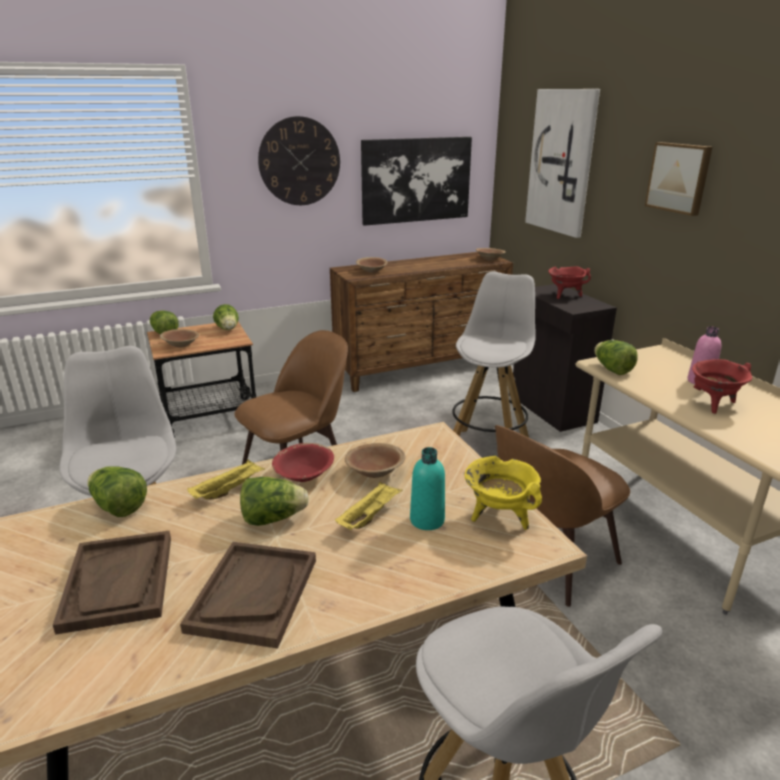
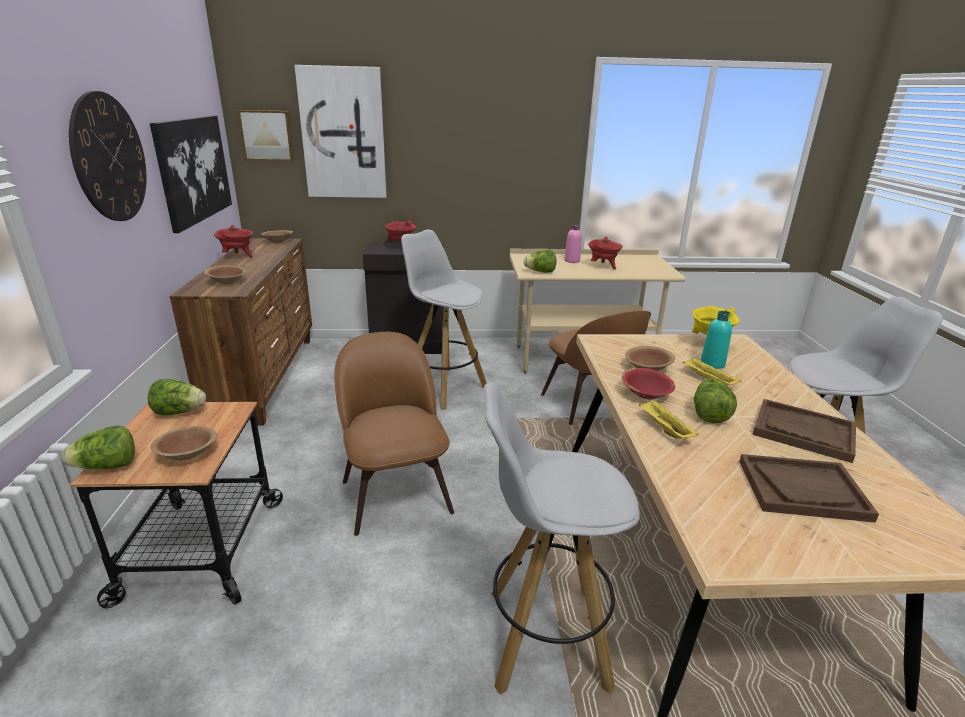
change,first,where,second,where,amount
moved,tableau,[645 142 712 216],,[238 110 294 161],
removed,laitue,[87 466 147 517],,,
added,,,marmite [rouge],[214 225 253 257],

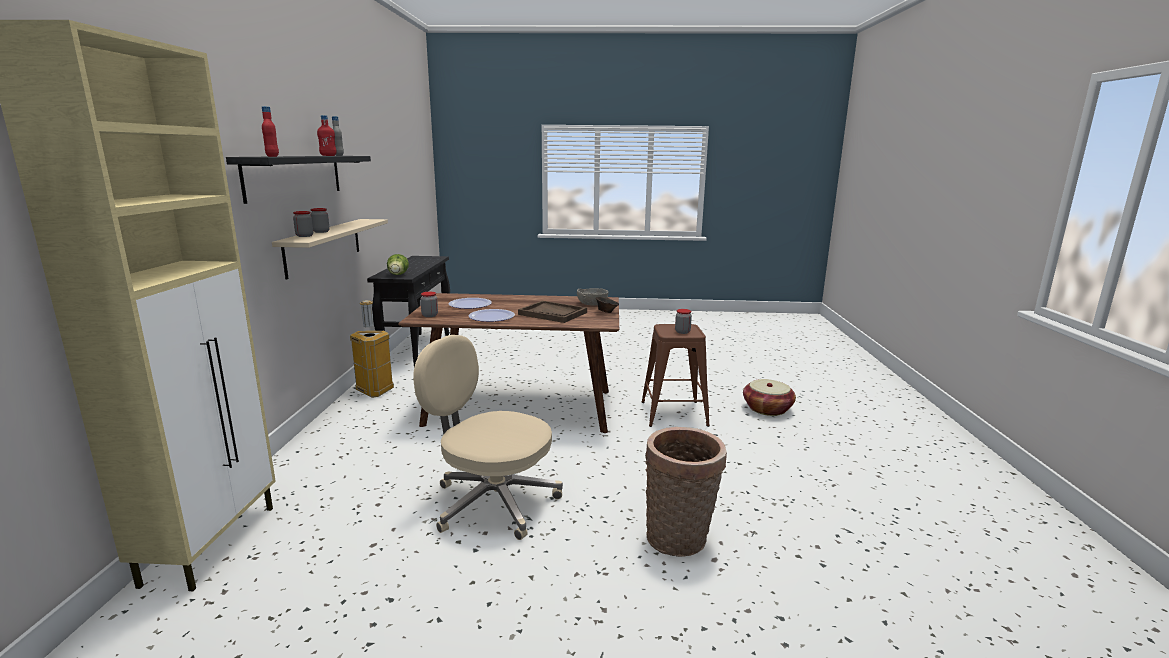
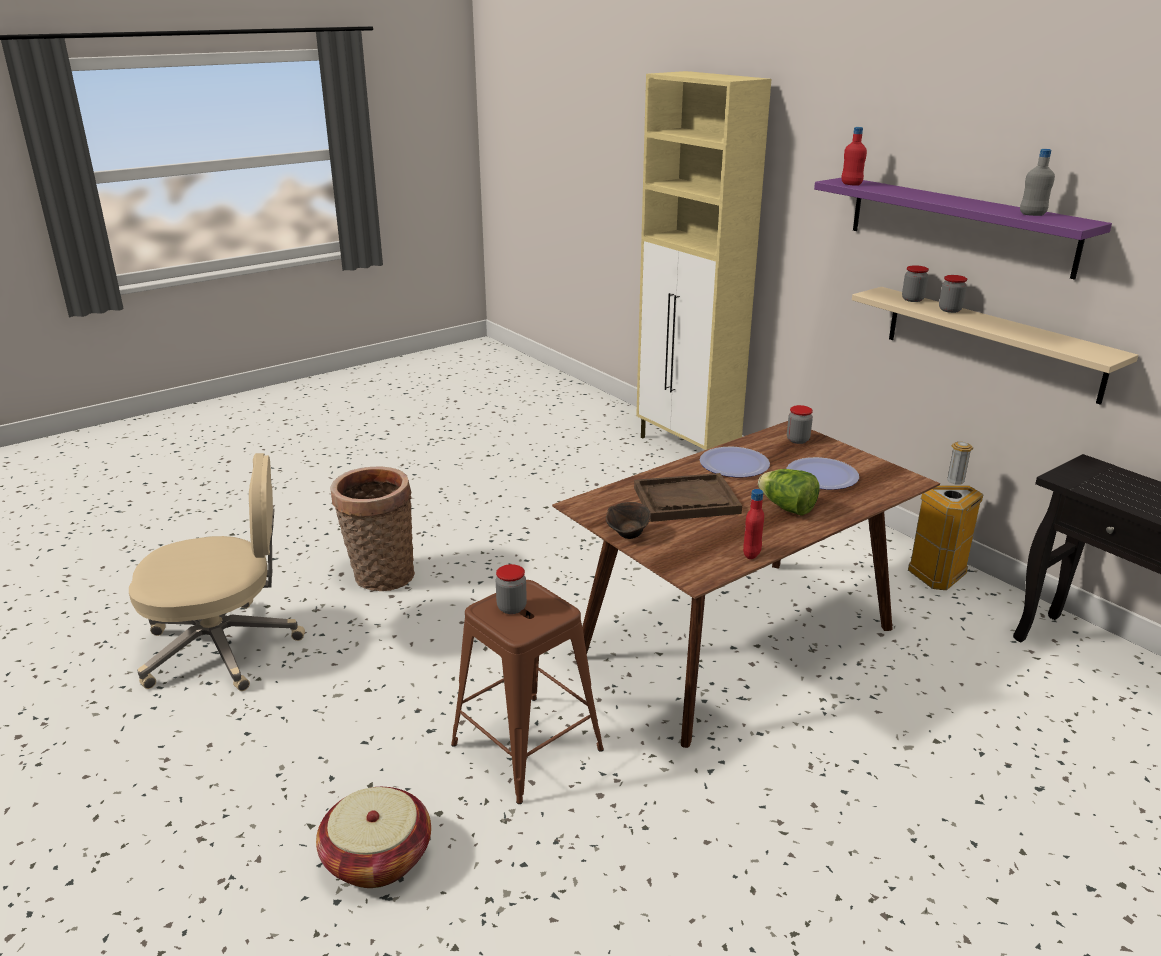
change,first,where,second,where,amount
moved,bouteille [rouge],[317 115 337 156],,[743 489 764 559],
recoloured,étagère [noir],[226 156 371 204],étagère [violet],[814 177 1112 280],
moved,laitue,[387 254 409 275],,[758 469 820 516],
removed,bol [gris],[577 288 608 305],,,
moved,chaise de bureau [beige],[413 335 563 540],,[129 453 305 691],

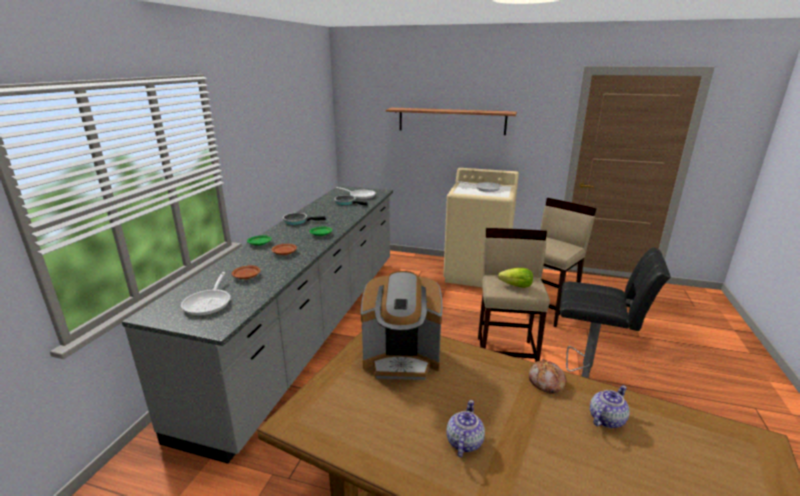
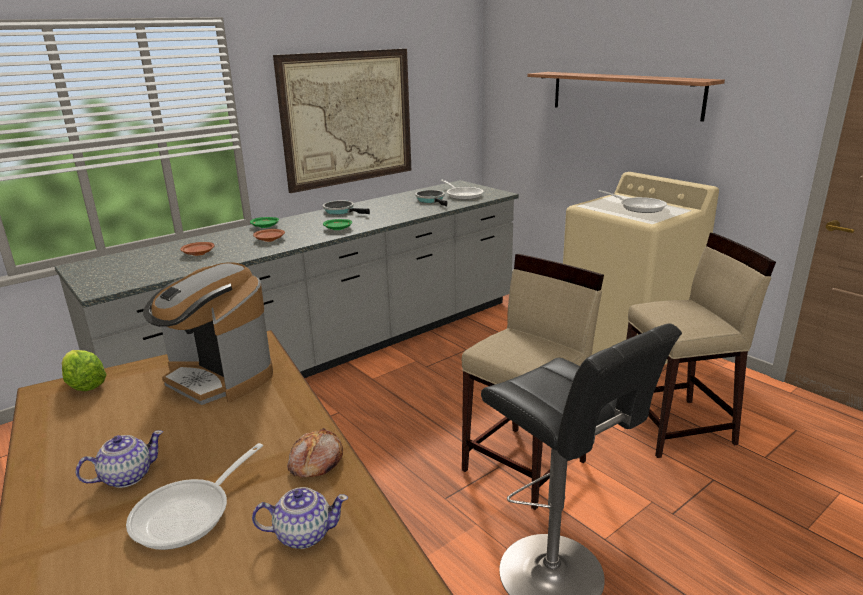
change,first,where,second,where,amount
moved,laitue,[498 268 533 288],,[62 350 107 391],
moved,poêle,[181 272 230 316],,[126 443 263 550],
added,,,tableau,[273 49 411 193],

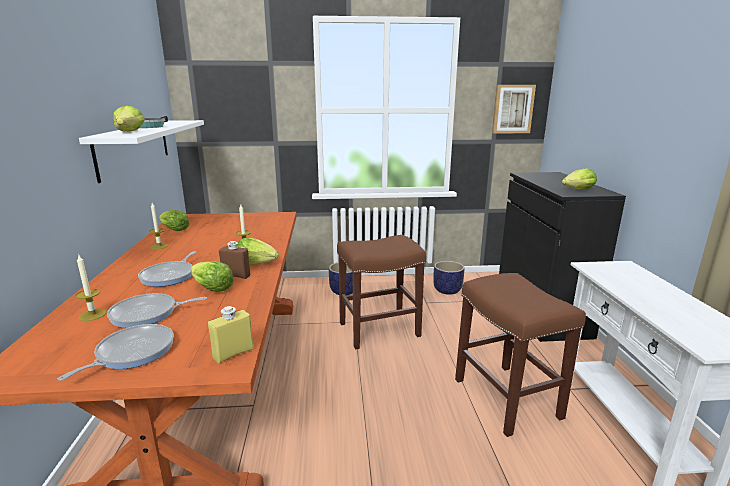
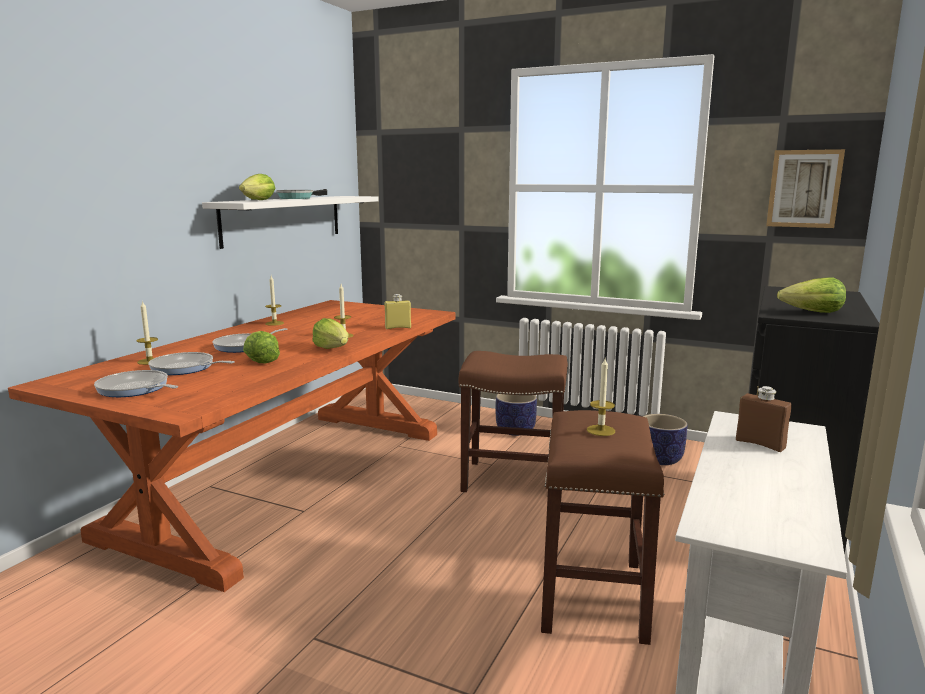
change,first,where,second,where,amount
removed,laitue,[159 210 190 231],,,
moved,bouteille [marron],[219 241 250 279],,[736 386 792 452],
moved,bouteille [jaune],[208 306 254 364],,[384 294 411 329],
turned,poêle,[58 324 174 381],,[94 370 178 397],120 degrees counterclockwise
added,,,bougie,[587 358 615 436],

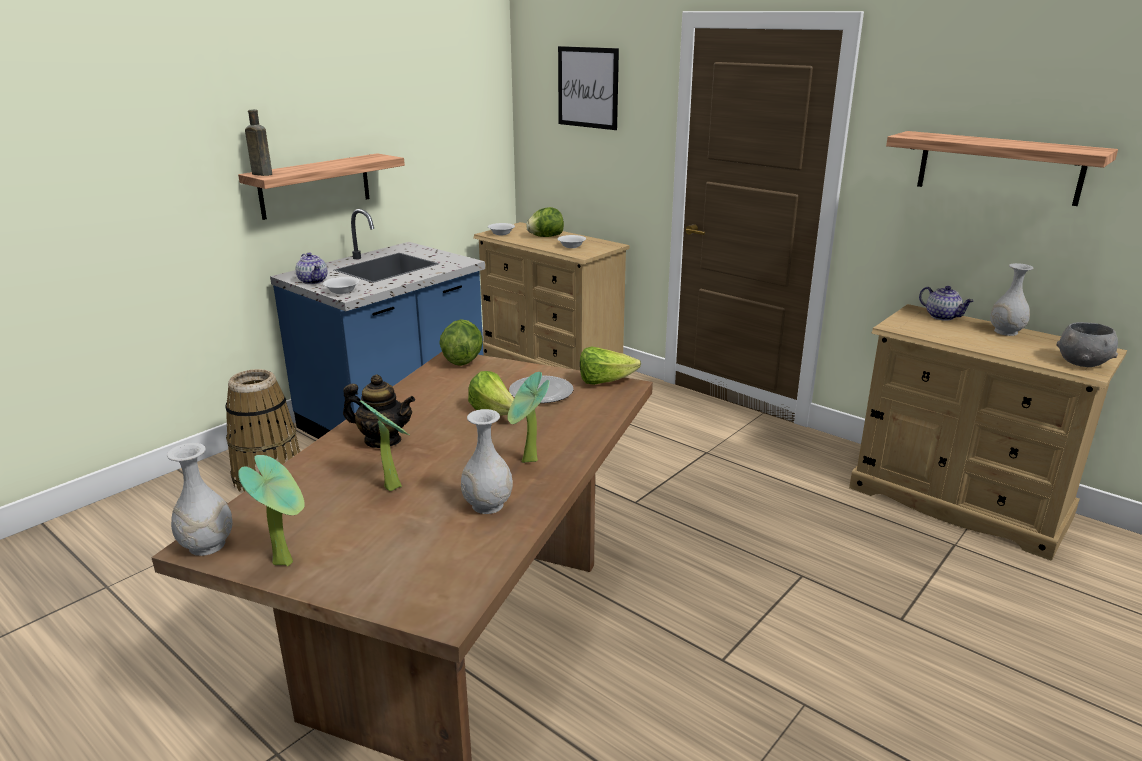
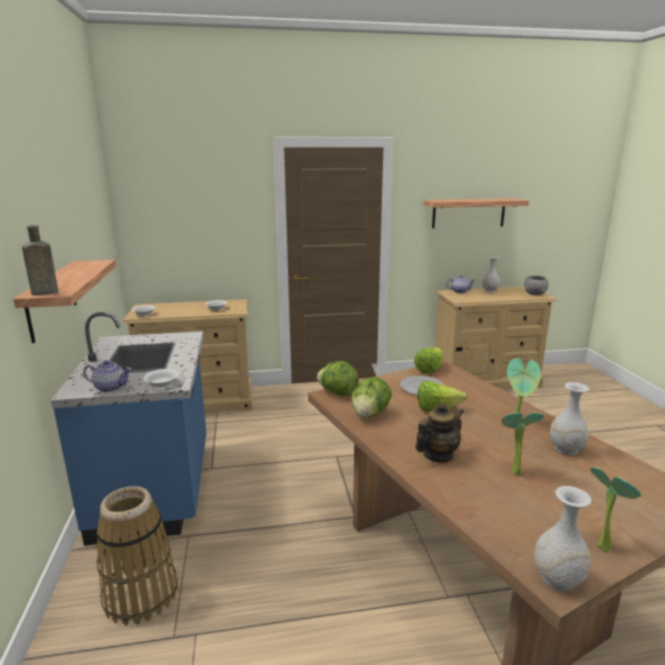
change,first,where,second,where,amount
removed,tableau,[558 46 619 130],,,
moved,laitue,[526 207 564 237],,[351 377 392 418],

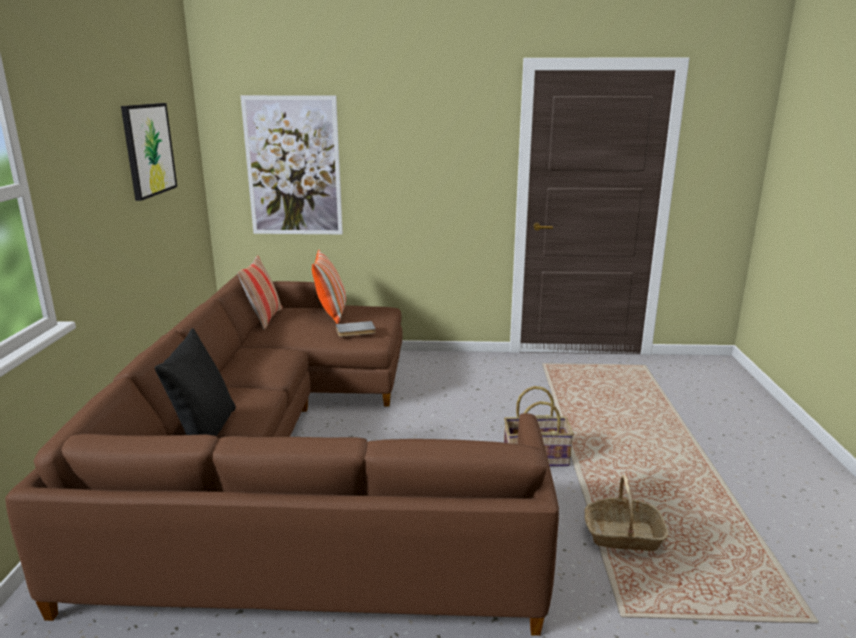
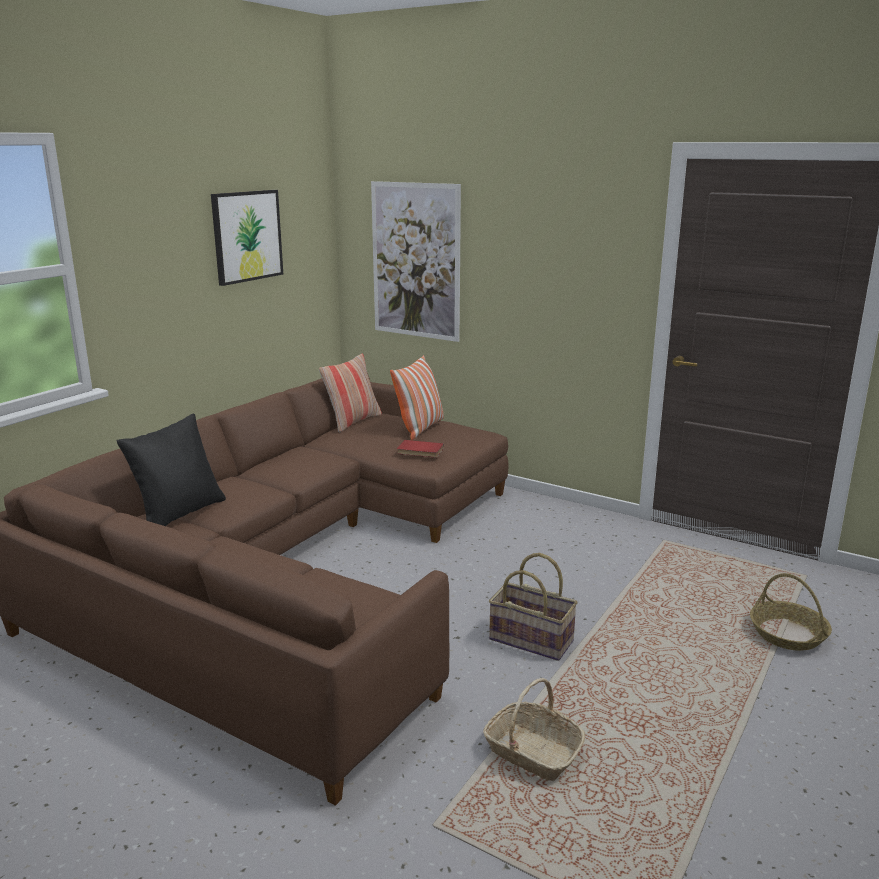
change,first,where,second,where,amount
recoloured,livre [gris],[336 321 376 337],livre [rouge],[397 440 444 457],
added,,,panier,[750 573 832 651],

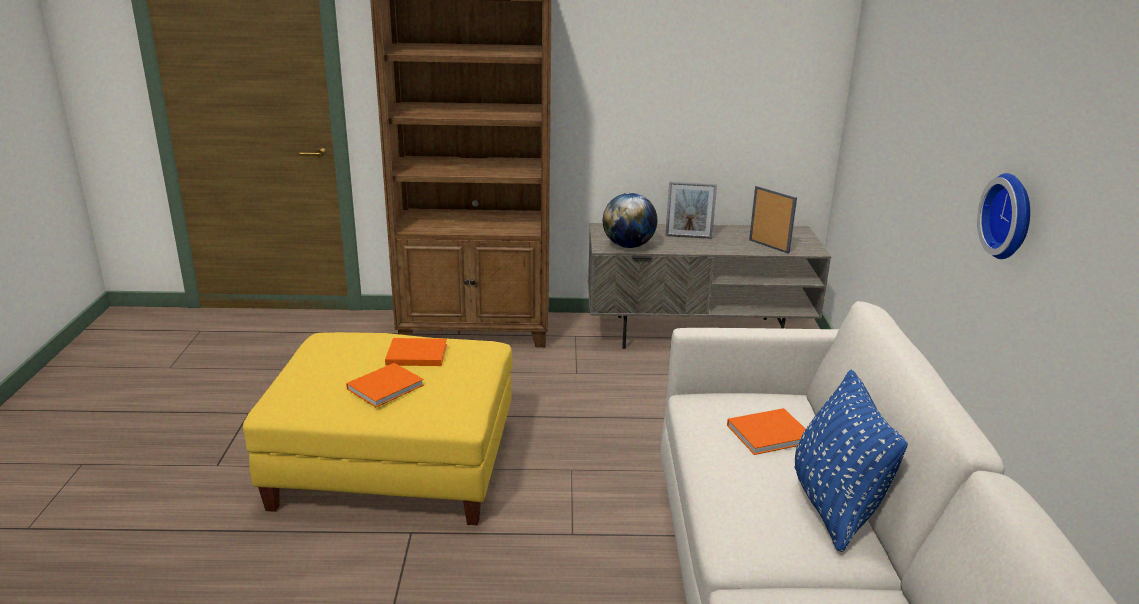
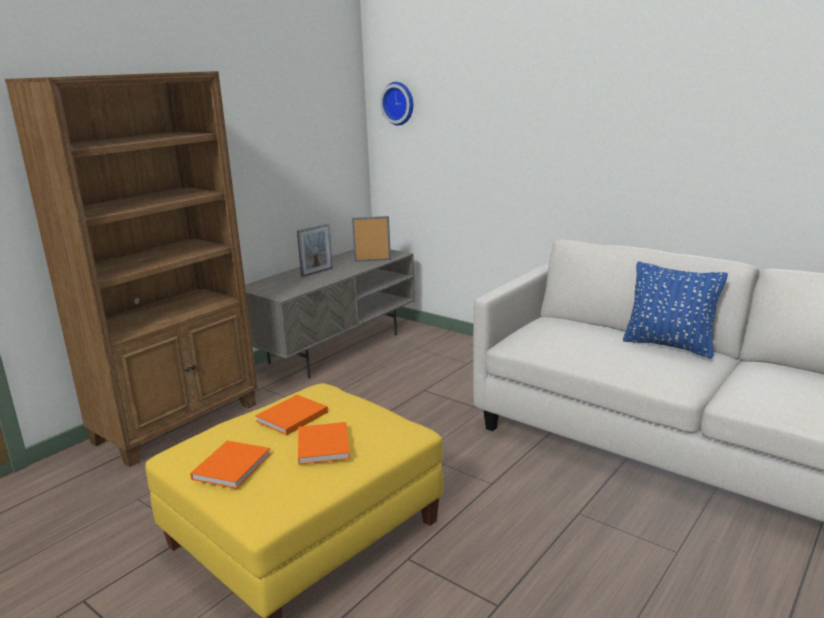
change,first,where,second,where,amount
moved,horloge murale,[977 173 1030 259],,[380 82 413 125],
removed,globe,[603 193 657 248],,,
moved,livre [orange],[727 408 806 455],,[190 441 271 489],

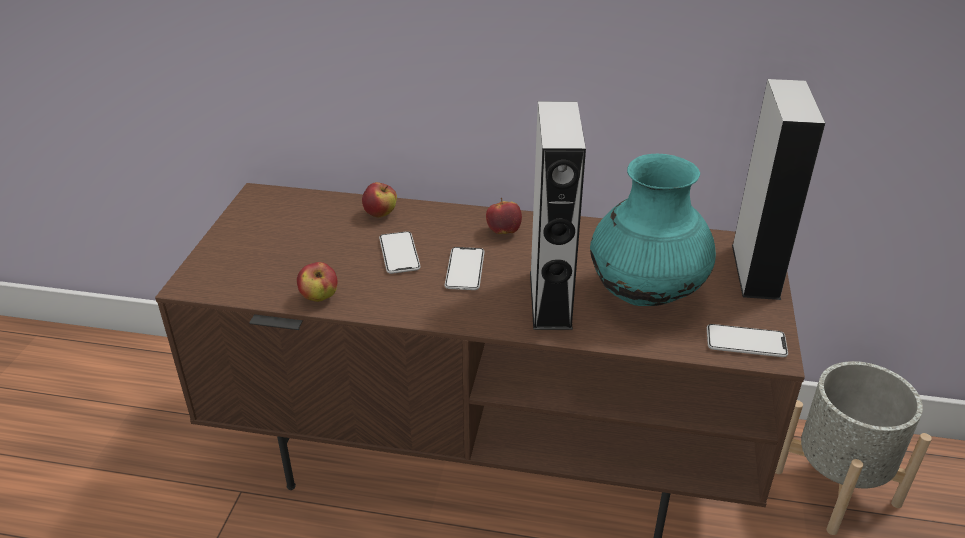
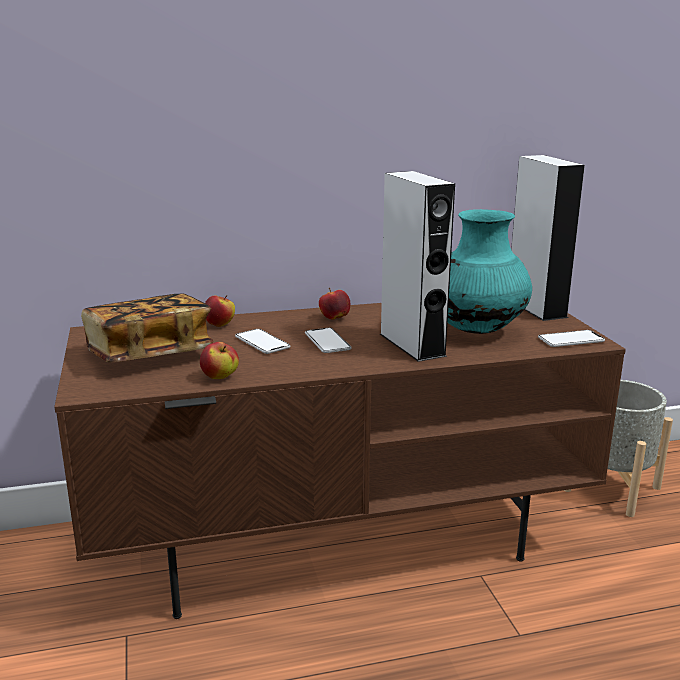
change,first,where,second,where,amount
added,,,livre,[81 293 213 363],

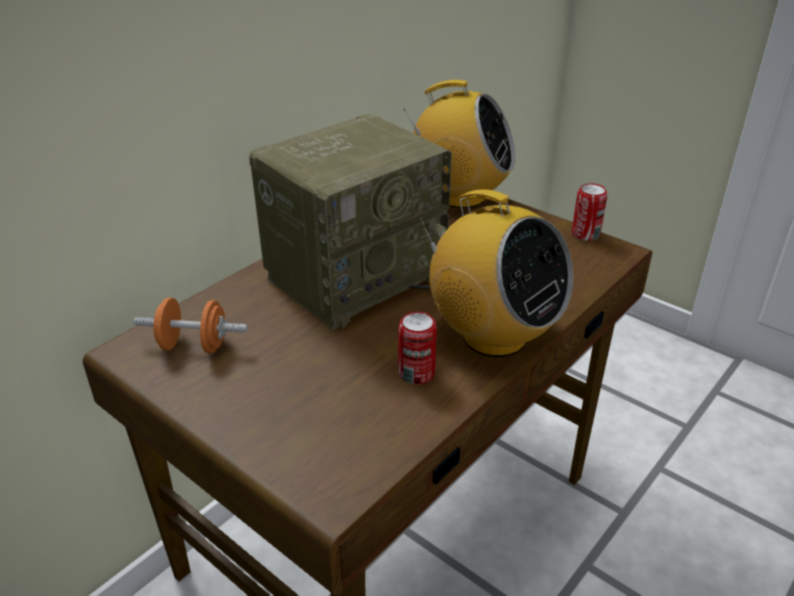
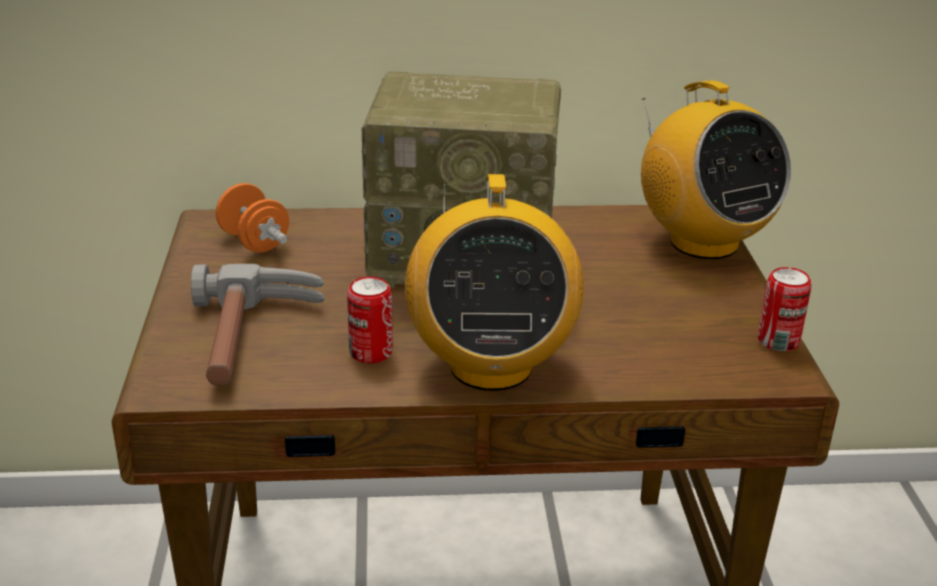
change,first,where,second,where,amount
added,,,marteau,[191 264 325 386],

